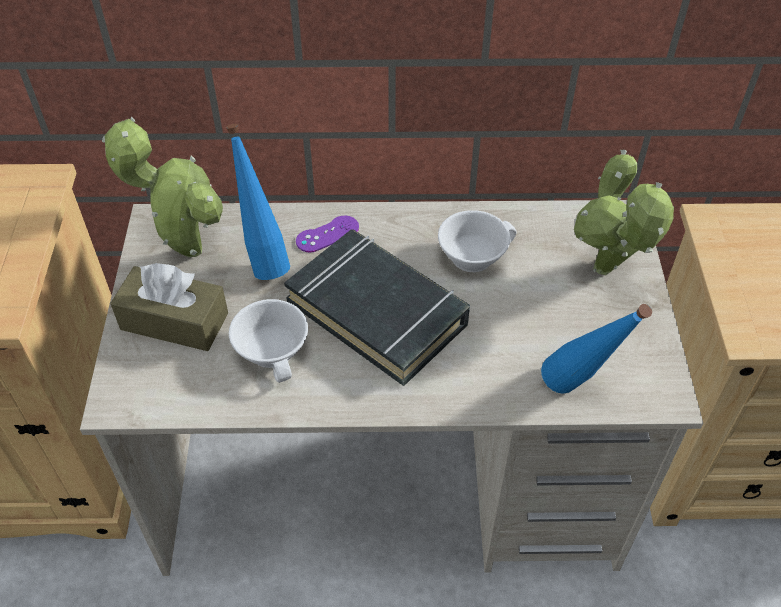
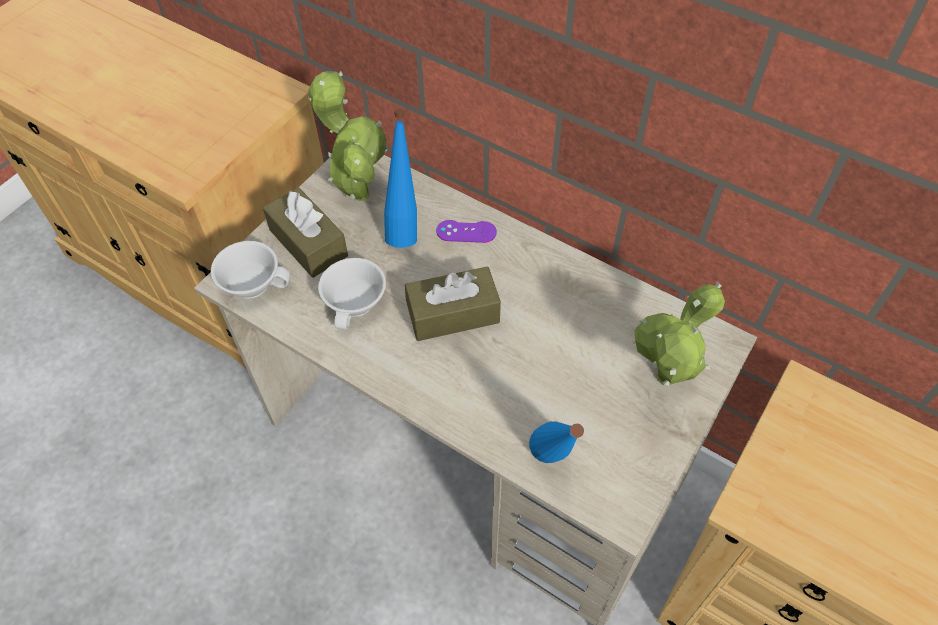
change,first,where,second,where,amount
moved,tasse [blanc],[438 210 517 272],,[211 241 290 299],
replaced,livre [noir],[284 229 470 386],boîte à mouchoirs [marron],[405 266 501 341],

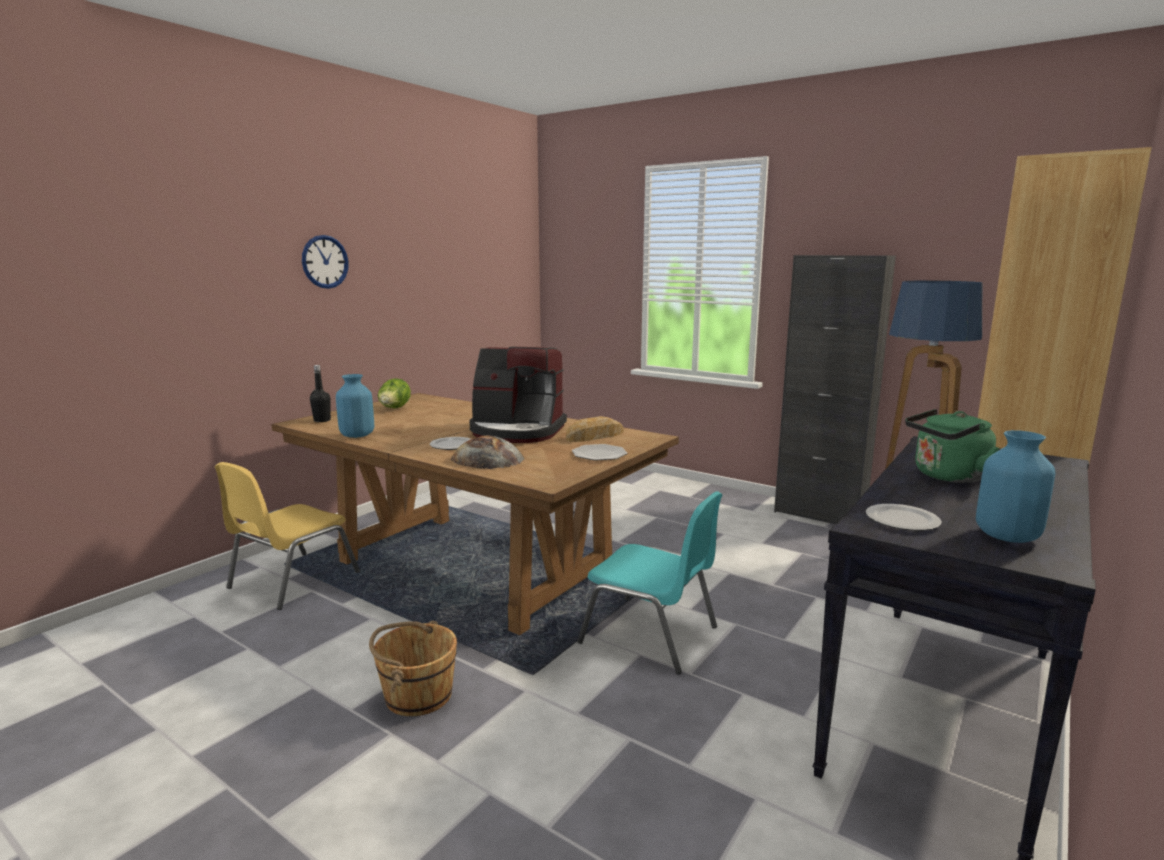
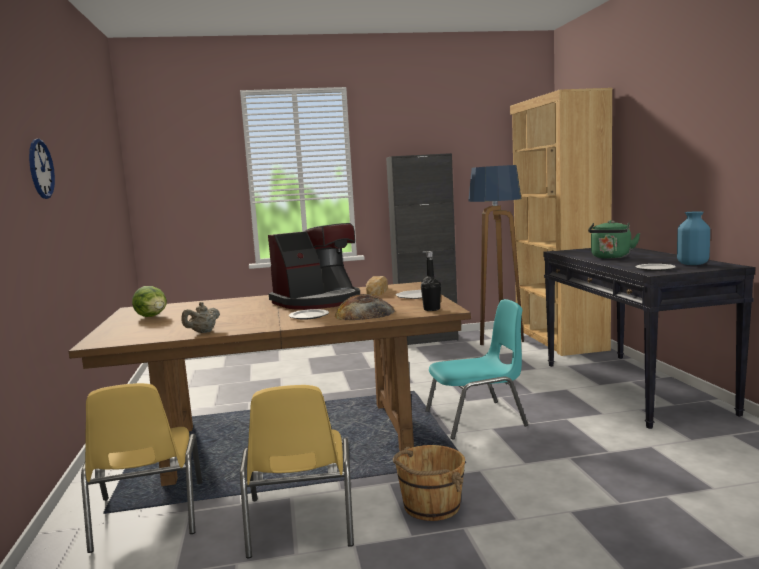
change,first,where,second,where,amount
moved,bouteille [noir],[310 365 331 422],,[421 251 441 311],
replaced,vase [bleu],[336 374 374 438],théière [beige],[181 302 220 333],
added,,,chaise [jaune],[240 385 354 558],

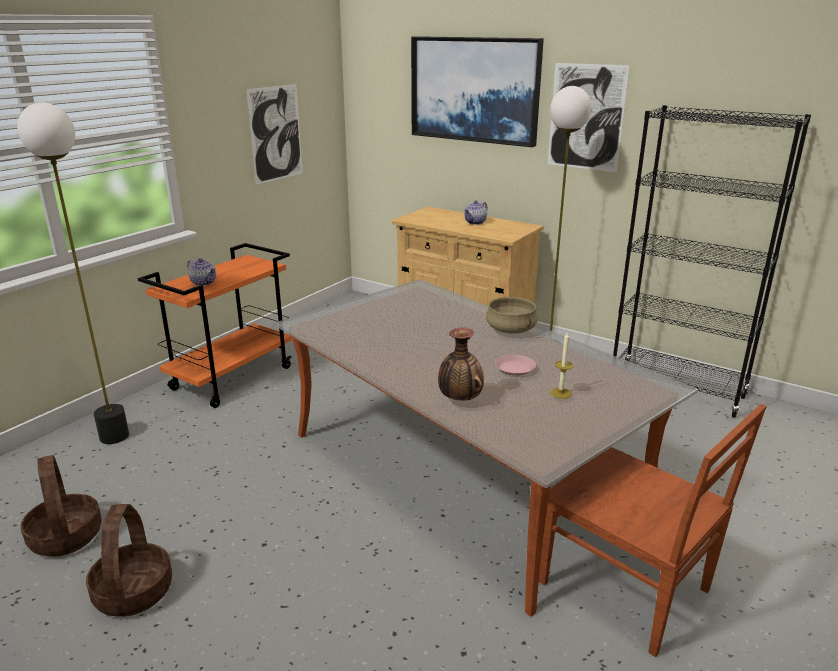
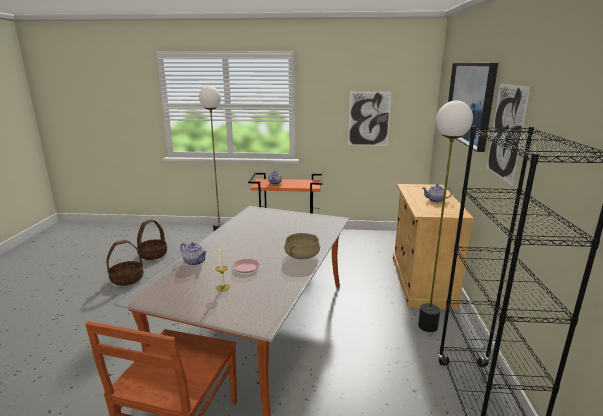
change,first,where,second,where,amount
replaced,vase,[438 327 484 400],théière,[180 242 207 266],

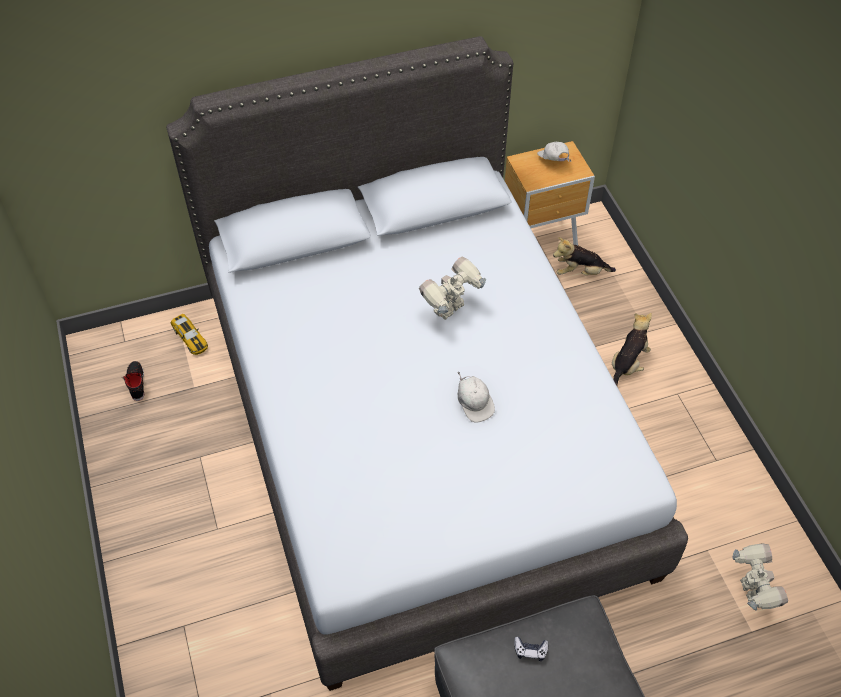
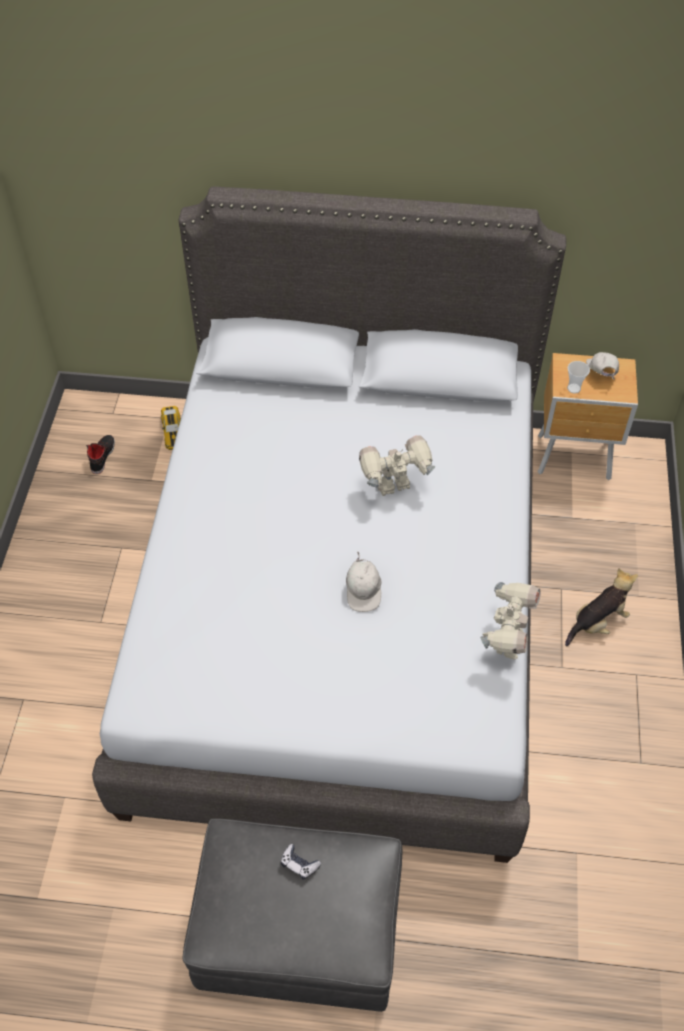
change,first,where,second,where,amount
removed,peluche,[553 237 616 275],,,
moved,robot jouet,[733 543 788 611],,[480 582 541 660],
added,,,tasse,[567 361 590 394],

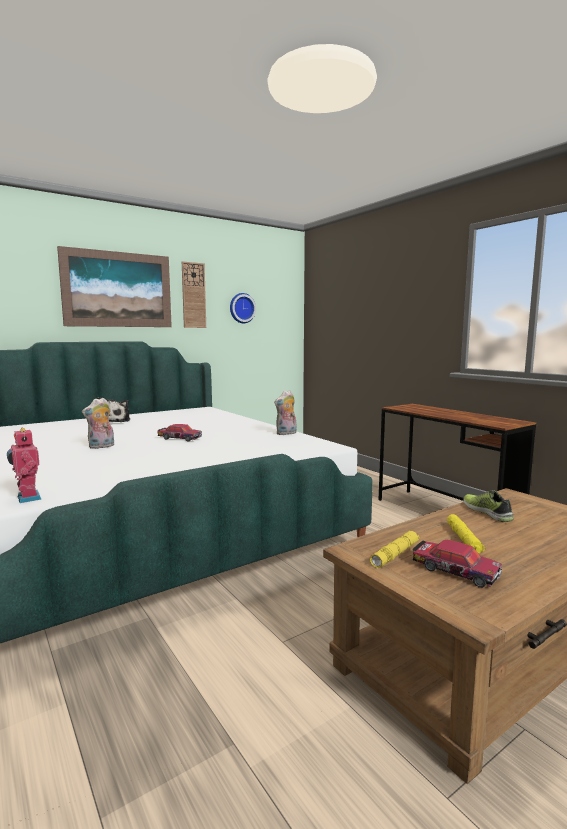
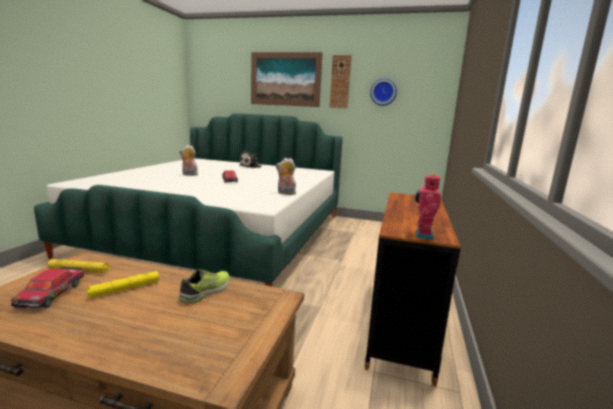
change,first,where,second,where,amount
moved,robot jouet,[7 428 42 503],,[415 173 441 240],

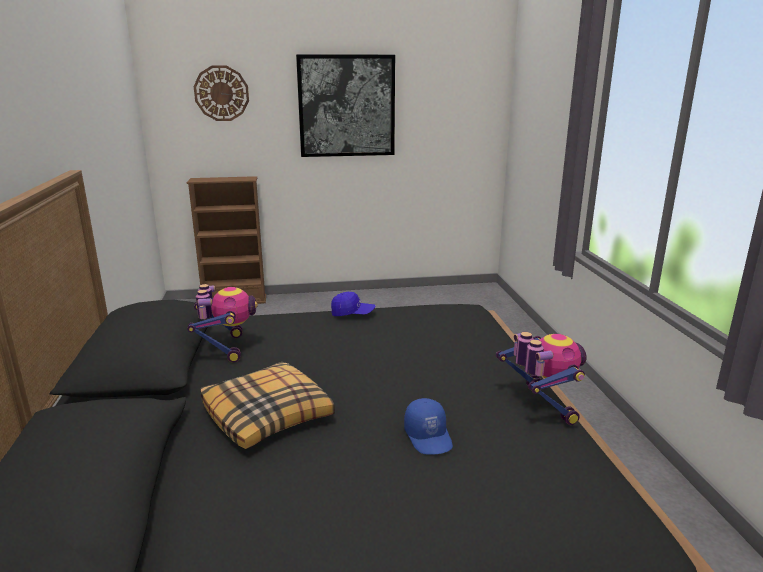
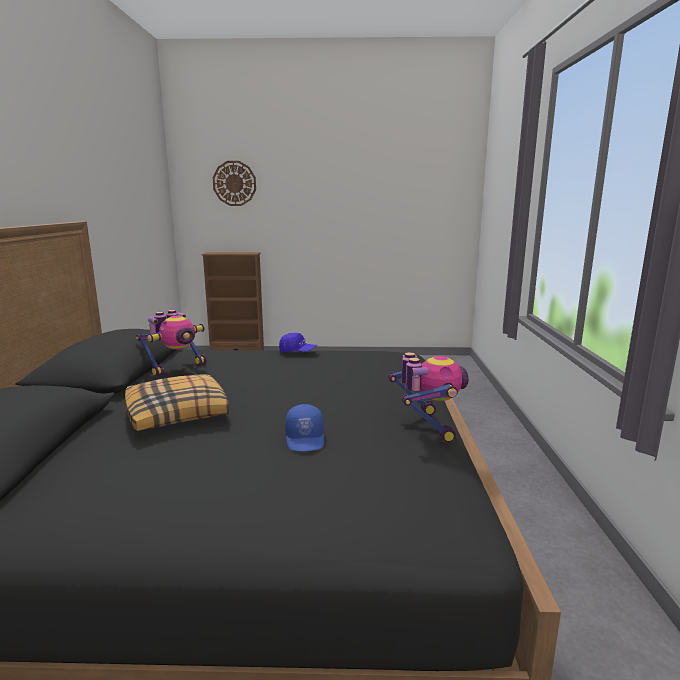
change,first,where,second,where,amount
removed,tableau,[296 54 395 157],,,
turned,robot jouet,[187 284 258 363],,[136 310 207 377],45 degrees clockwise

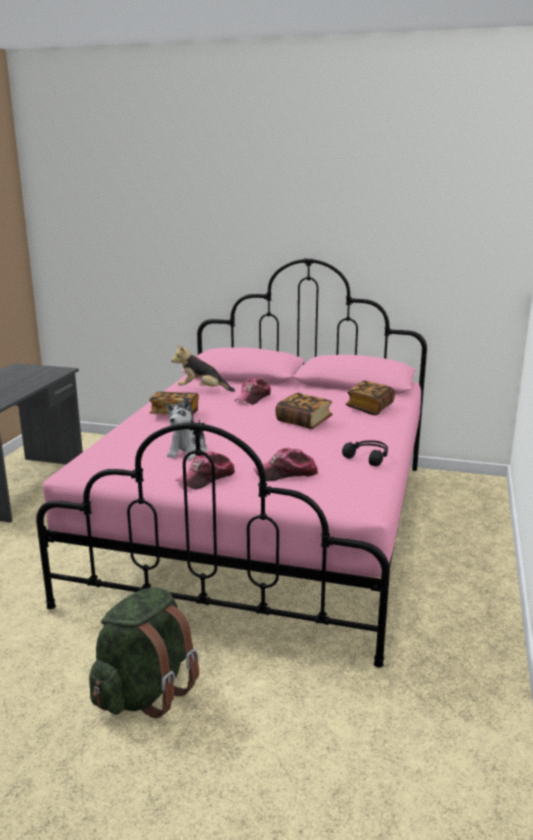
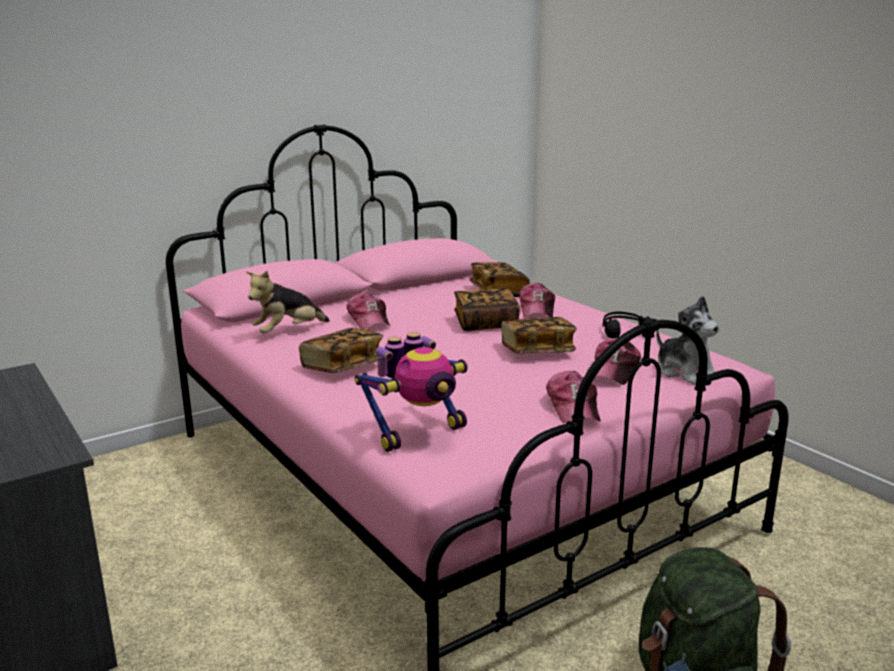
change,first,where,second,where,amount
moved,peluche,[165 397 207 460],,[656 296 719 385],
added,,,casquette,[519 282 555 318],
added,,,livre,[501 317 577 353],
added,,,robot jouet,[354 332 468 452],

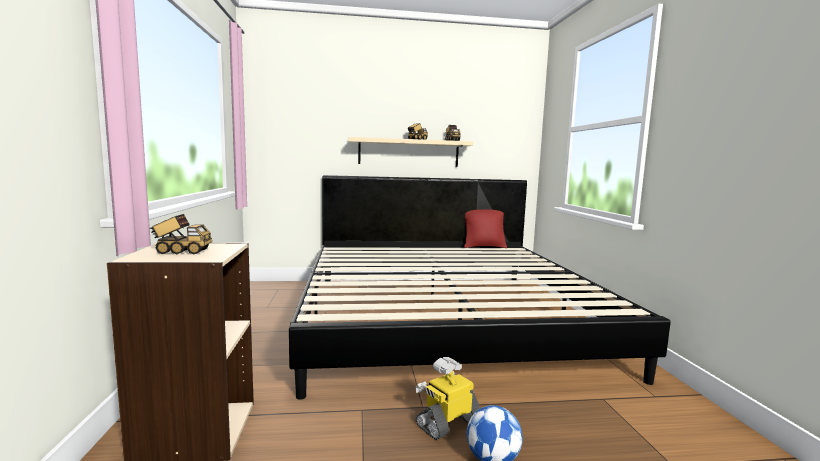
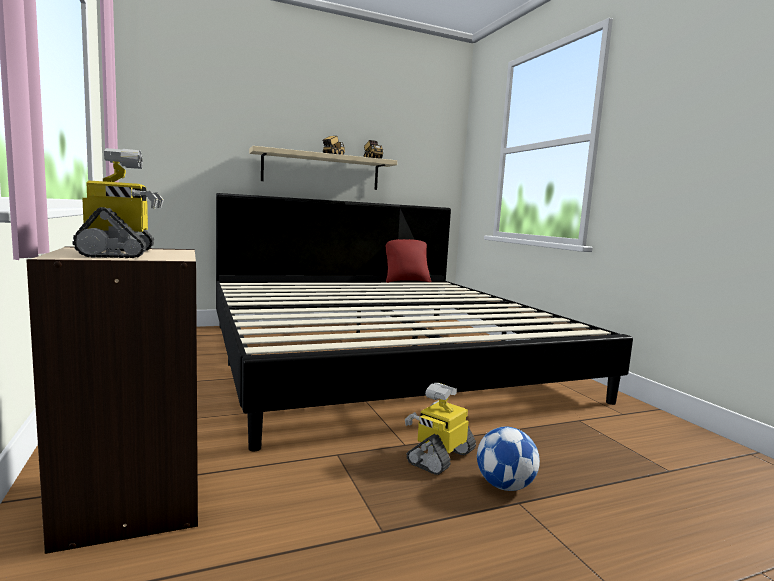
change,first,where,second,where,amount
replaced,camion jouet,[150 214 212 254],robot jouet,[72 148 164 258],

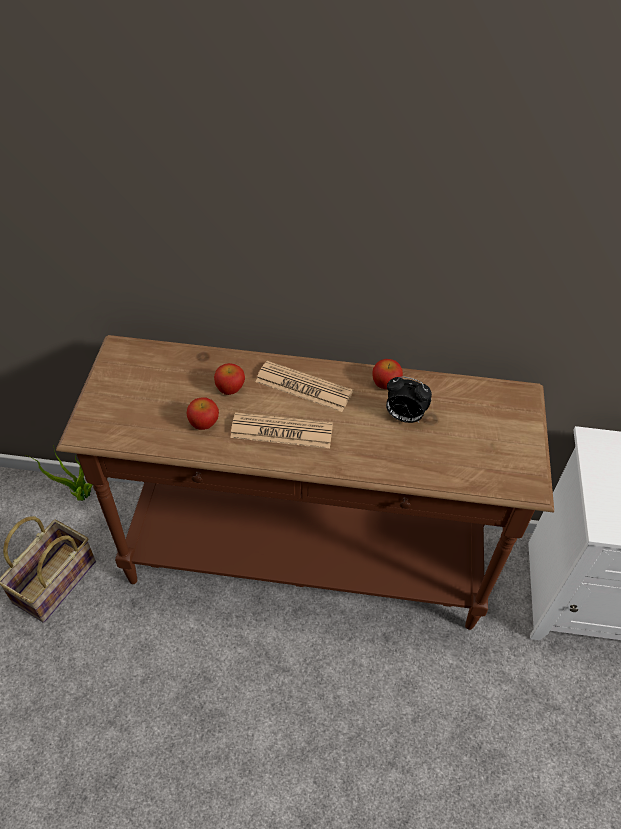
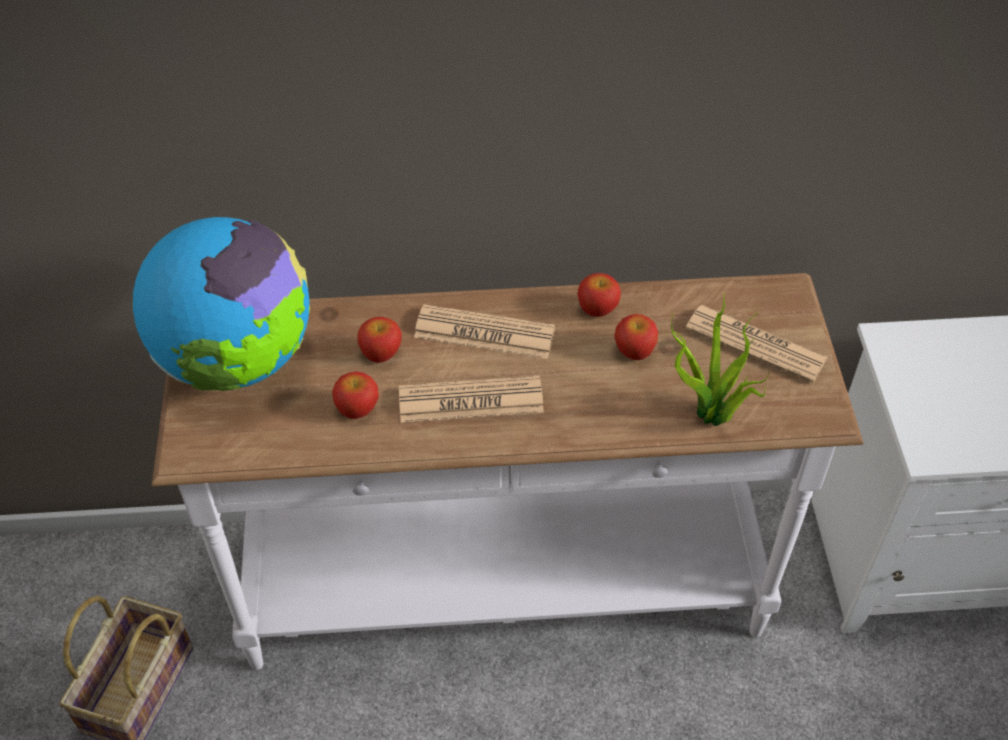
change,first,where,second,where,amount
recoloured,table console [marron],[56 335 554 630],table console [blanc],[152 273 863 670],
replaced,réveil,[386 376 432 423],pomme,[614 314 658 360],
moved,plante en pot,[26 450 93 501],,[671 295 770 426],
added,,,globe,[133 217 310 391],
added,,,journal,[685 305 828 383],

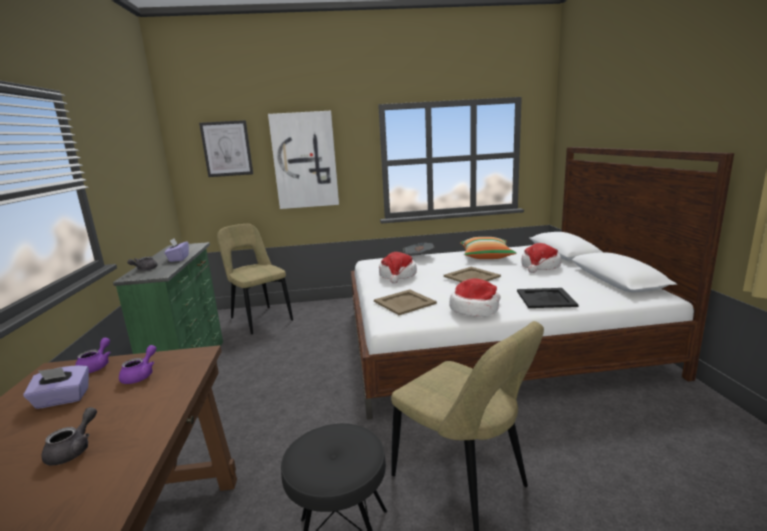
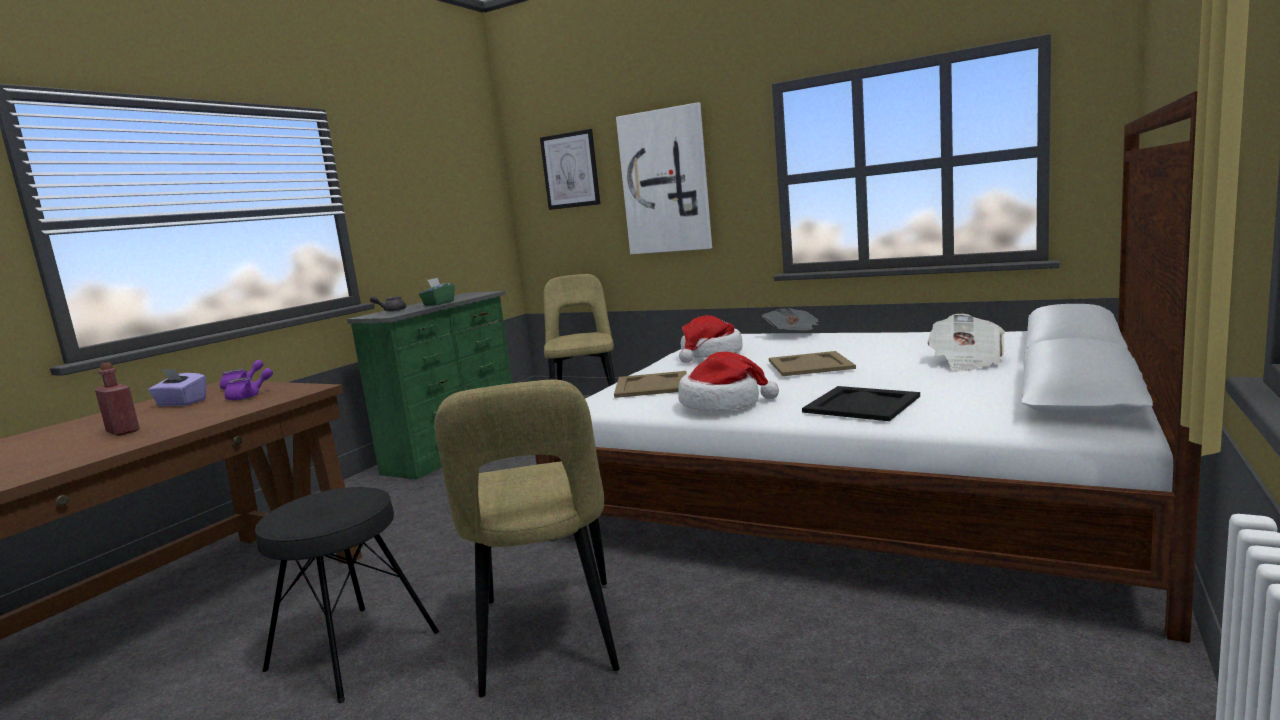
change,first,where,second,where,amount
removed,coussin,[460 237 517 259],,,
recoloured,boîte à mouchoirs [violet],[164 238 189 262],boîte à mouchoirs [vert],[419 278 455 306],
replaced,chapeau,[522 243 561 273],journal,[927 314 1005 371],
replaced,théière [gris],[41 407 97 465],bouteille [rouge],[95 362 140 436],

